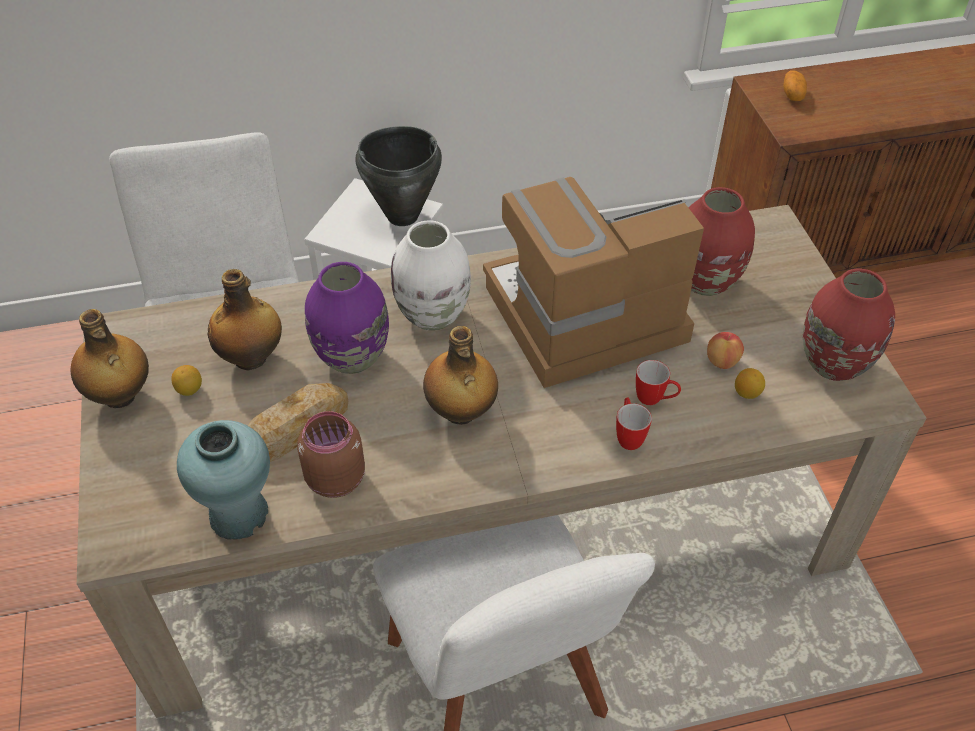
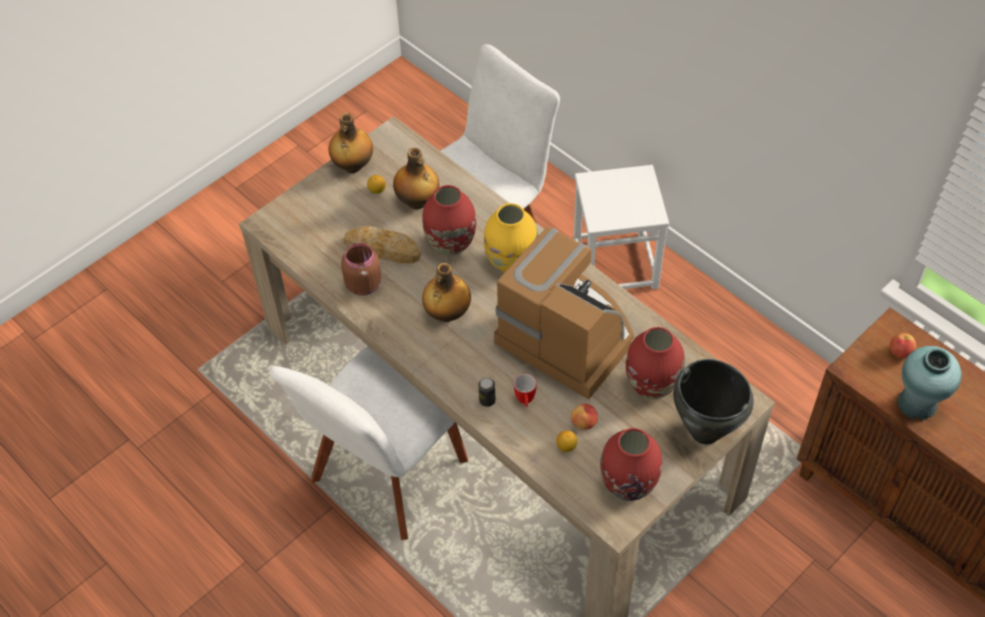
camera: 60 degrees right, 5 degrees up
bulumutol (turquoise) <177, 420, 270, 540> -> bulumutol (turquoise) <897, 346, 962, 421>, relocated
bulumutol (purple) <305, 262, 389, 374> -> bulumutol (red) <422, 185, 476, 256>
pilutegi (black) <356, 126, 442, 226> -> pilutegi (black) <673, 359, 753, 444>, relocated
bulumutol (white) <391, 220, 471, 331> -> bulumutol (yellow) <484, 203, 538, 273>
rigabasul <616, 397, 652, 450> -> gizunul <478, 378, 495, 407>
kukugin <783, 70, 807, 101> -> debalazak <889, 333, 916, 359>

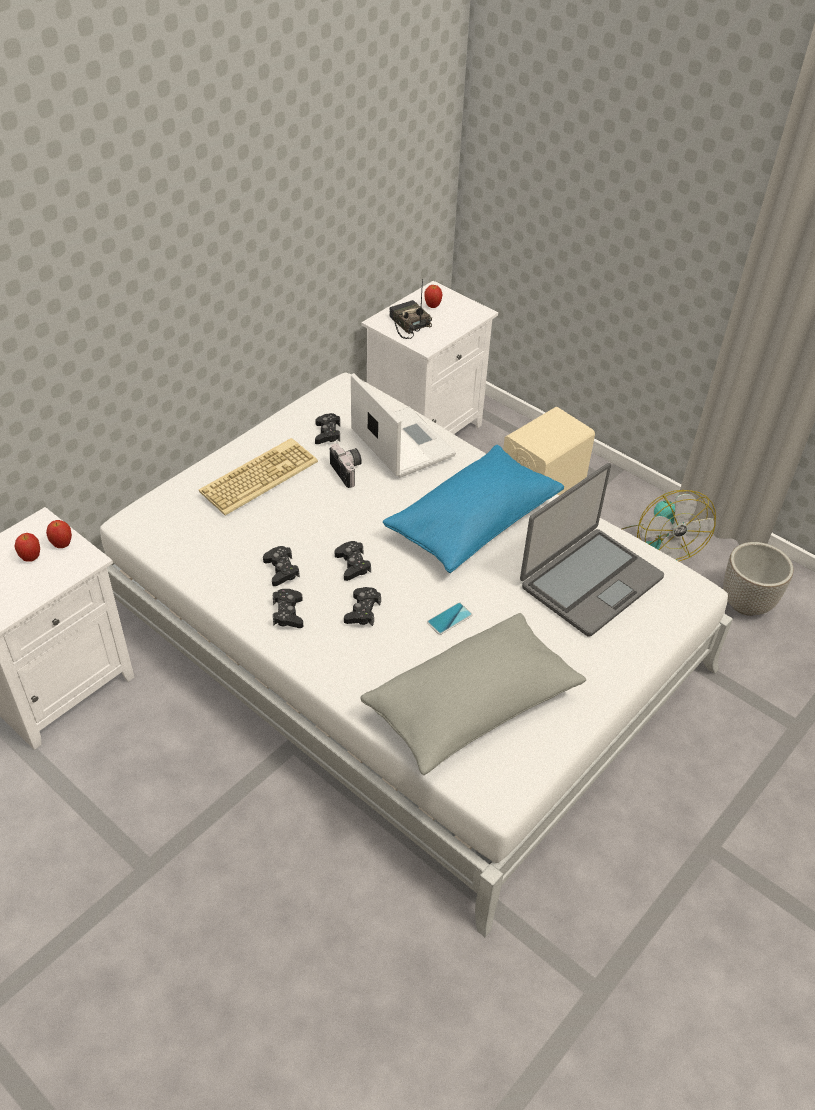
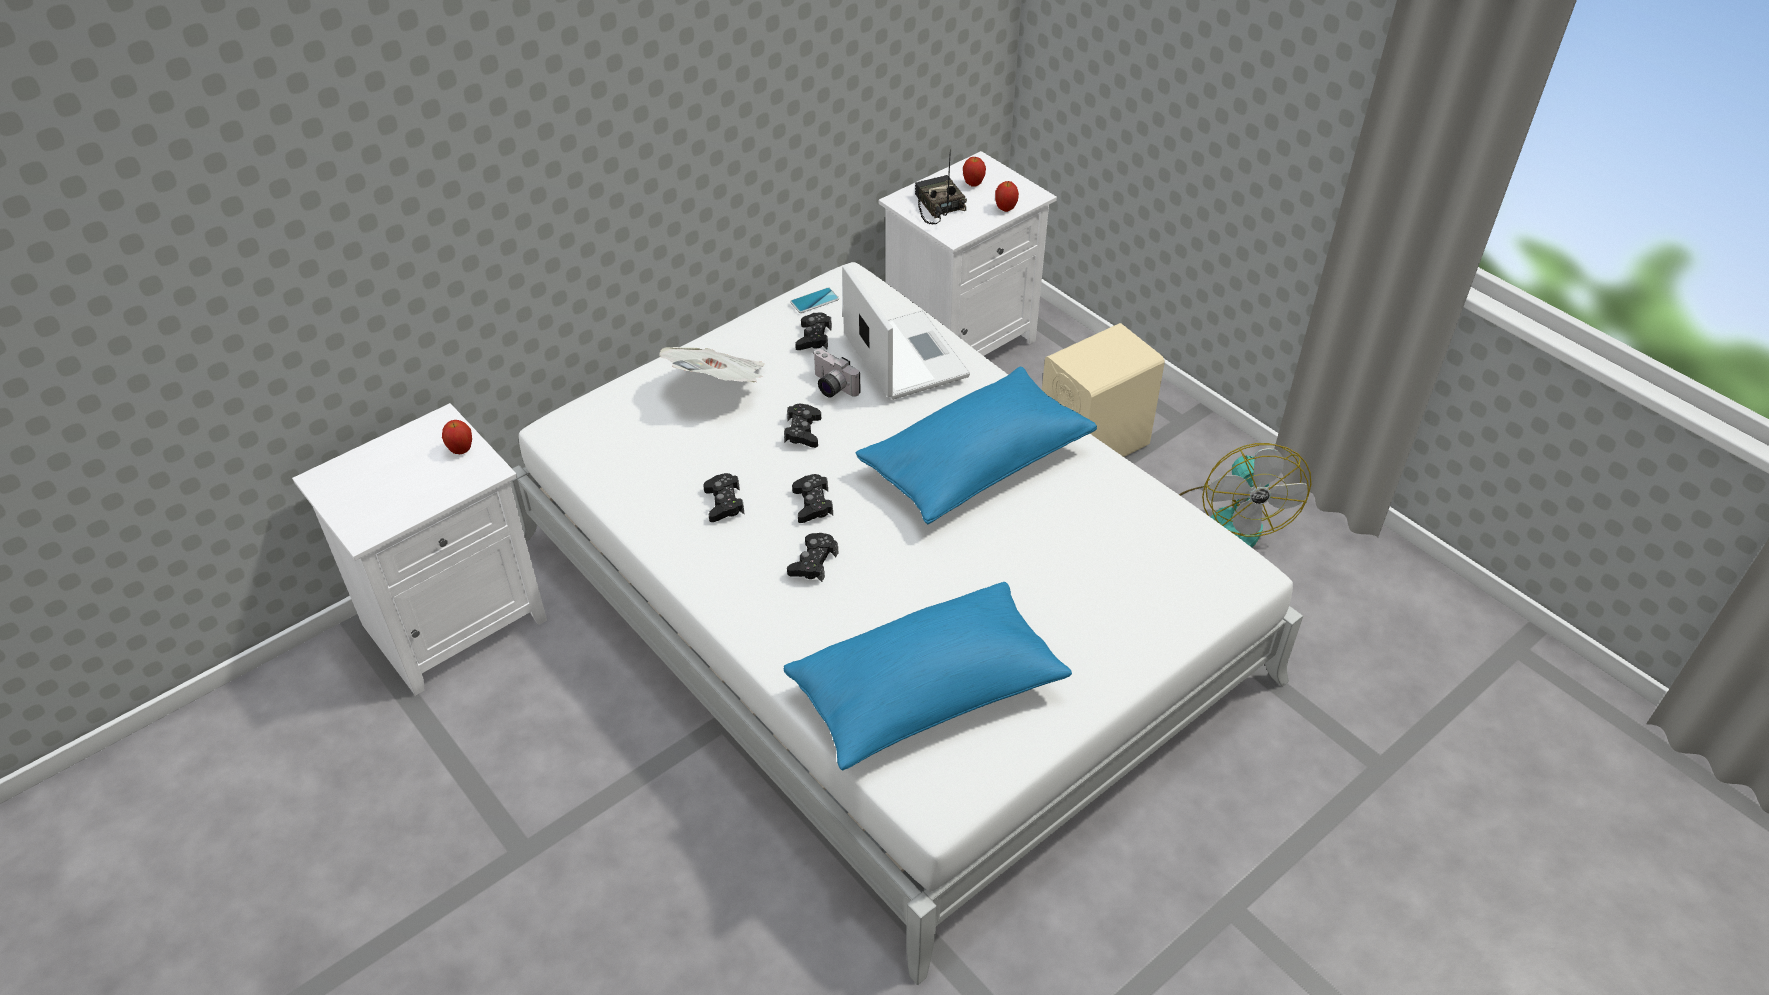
camera: 10 degrees right, 0 degrees up
debalazak <14, 533, 40, 562> -> debalazak <995, 181, 1019, 212>, relocated
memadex <199, 438, 318, 515> -> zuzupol <659, 347, 765, 383>
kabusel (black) <273, 589, 303, 628> -> kabusel (black) <784, 404, 821, 448>, relocated
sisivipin <330, 444, 362, 488> -> sisivipin <813, 349, 860, 398>, 150 degrees clockwise
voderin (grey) <360, 613, 586, 775> -> voderin (blue) <784, 582, 1072, 770>
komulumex <427, 603, 473, 635> -> komulumex <790, 287, 839, 313>, relocated
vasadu <520, 463, 664, 637> -> none
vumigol <723, 542, 794, 616> -> none

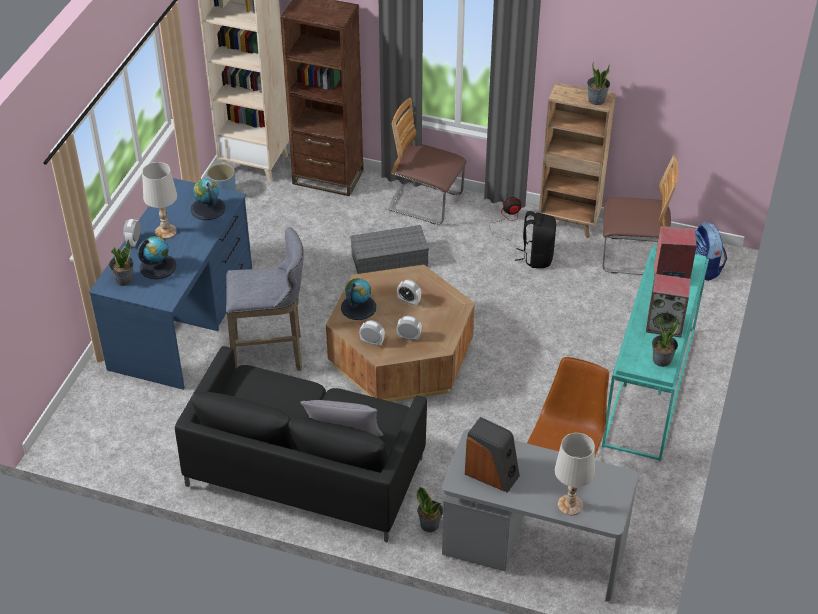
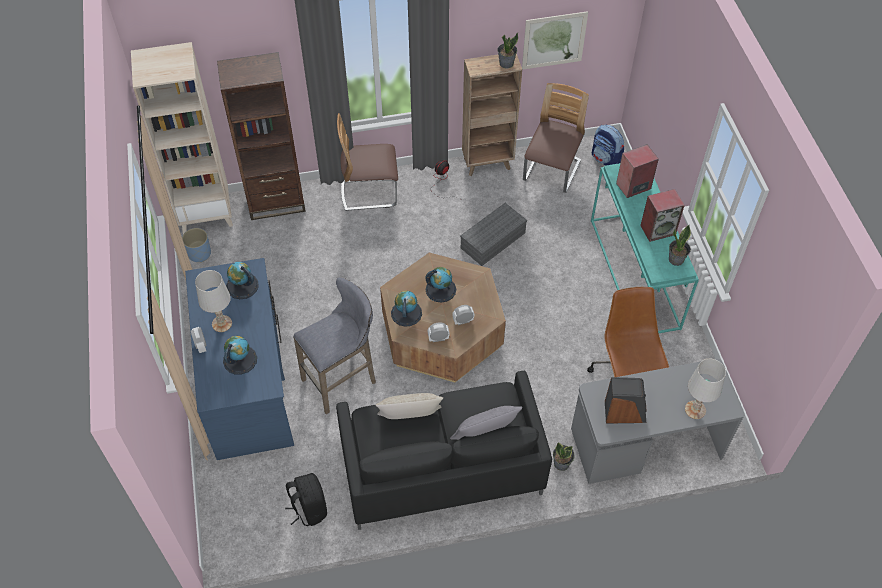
camera: 30 degrees left, 10 degrees up
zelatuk <109, 240, 134, 286> -> none
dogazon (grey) <350, 225, 429, 274> -> dogazon (grey) <460, 203, 527, 266>, relocated
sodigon <397, 279, 421, 306> -> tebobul <425, 267, 456, 303>
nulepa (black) <515, 211, 556, 268> -> nulepa (black) <285, 473, 327, 526>, relocated
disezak <603, 155, 678, 275> -> disezak <523, 83, 589, 193>, 45 degrees counterclockwise
none -> voderin (beige) <376, 393, 443, 419>
none -> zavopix <522, 11, 588, 70>

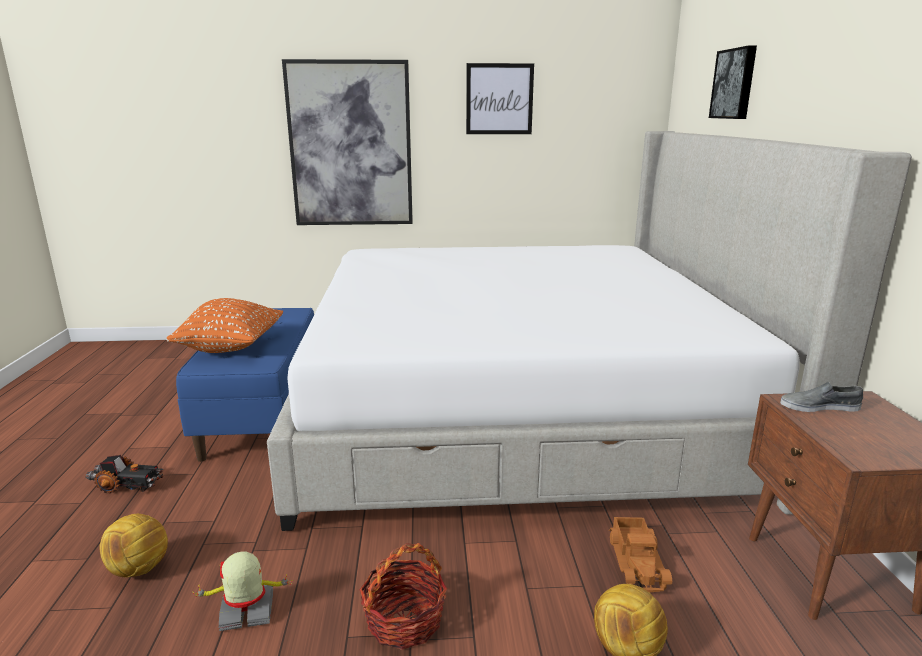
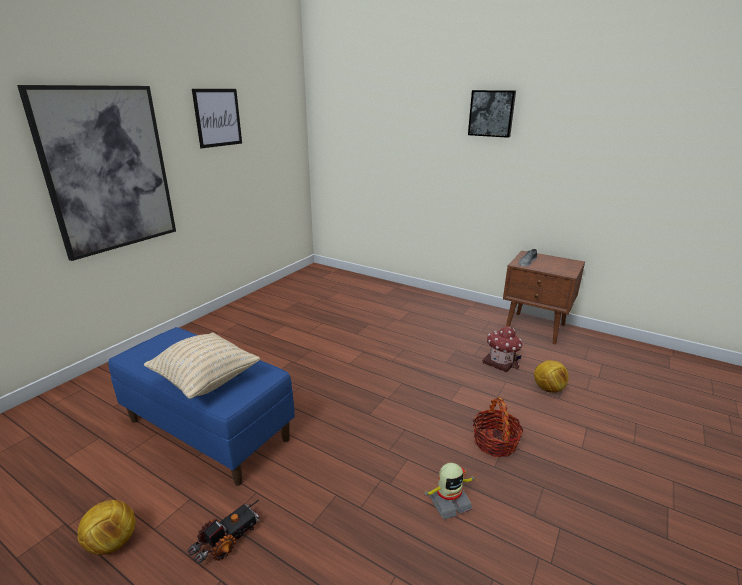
camera: 55 degrees left, 5 degrees up
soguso <99, 514, 168, 578> -> soguso <78, 500, 136, 555>, relocated
voderin (orange) <167, 298, 283, 353> -> voderin (beige) <144, 332, 260, 399>
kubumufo <192, 552, 292, 631> -> kubumufo <421, 463, 477, 520>, 135 degrees counterclockwise
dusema <267, 131, 912, 531> -> none
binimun <609, 517, 672, 592> -> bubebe <482, 326, 523, 372>
zavopix <709, 45, 757, 119> -> zavopix <468, 90, 516, 138>, relocated

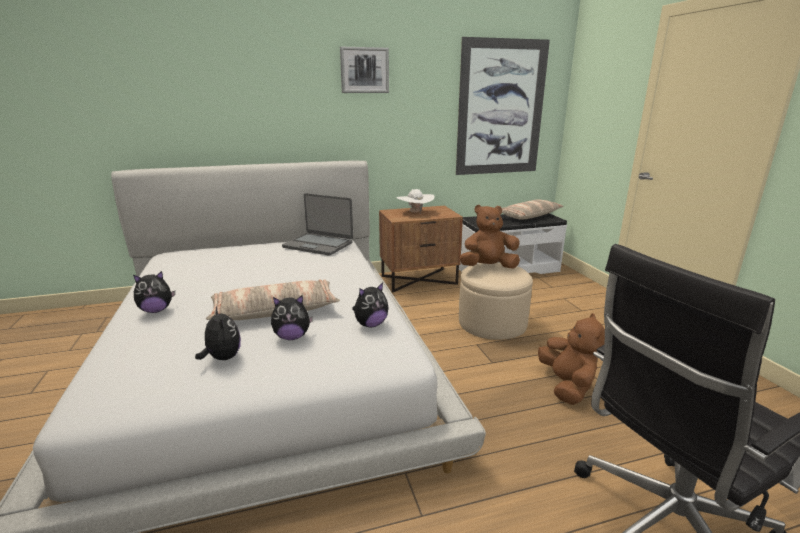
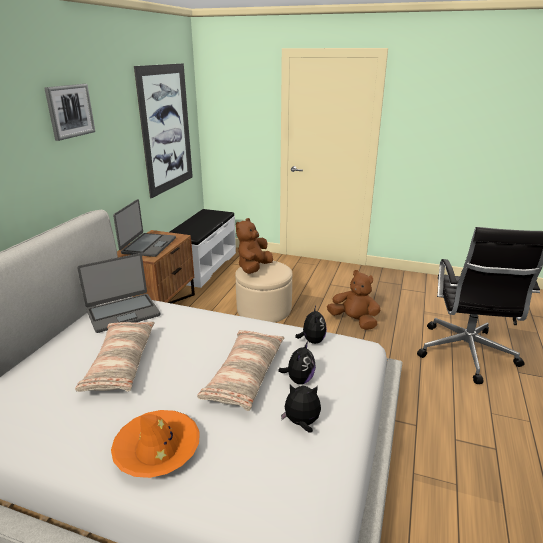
camera: 55 degrees left, 5 degrees up
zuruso <133, 271, 175, 313> -> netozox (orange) <111, 410, 200, 478>
netozox (white) <397, 189, 434, 213> -> vasadu <113, 199, 176, 257>
voderin <502, 200, 564, 220> -> voderin <75, 322, 155, 392>, relocated

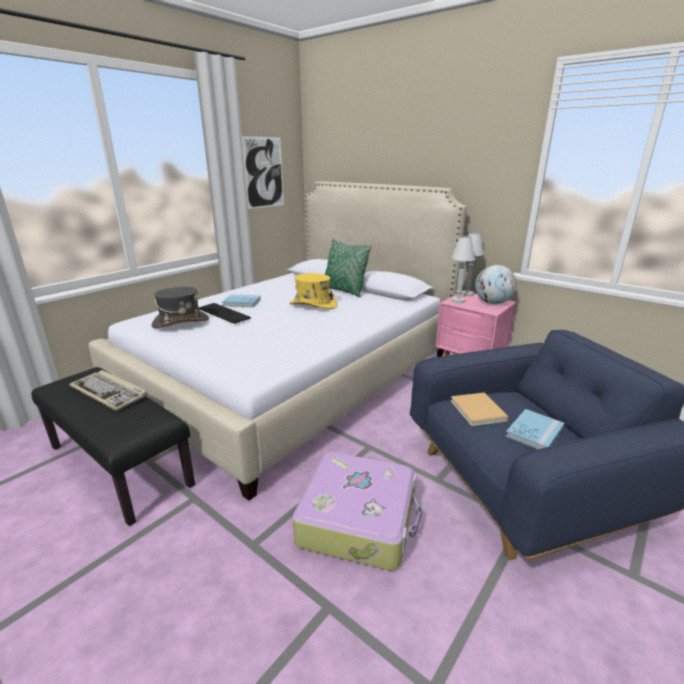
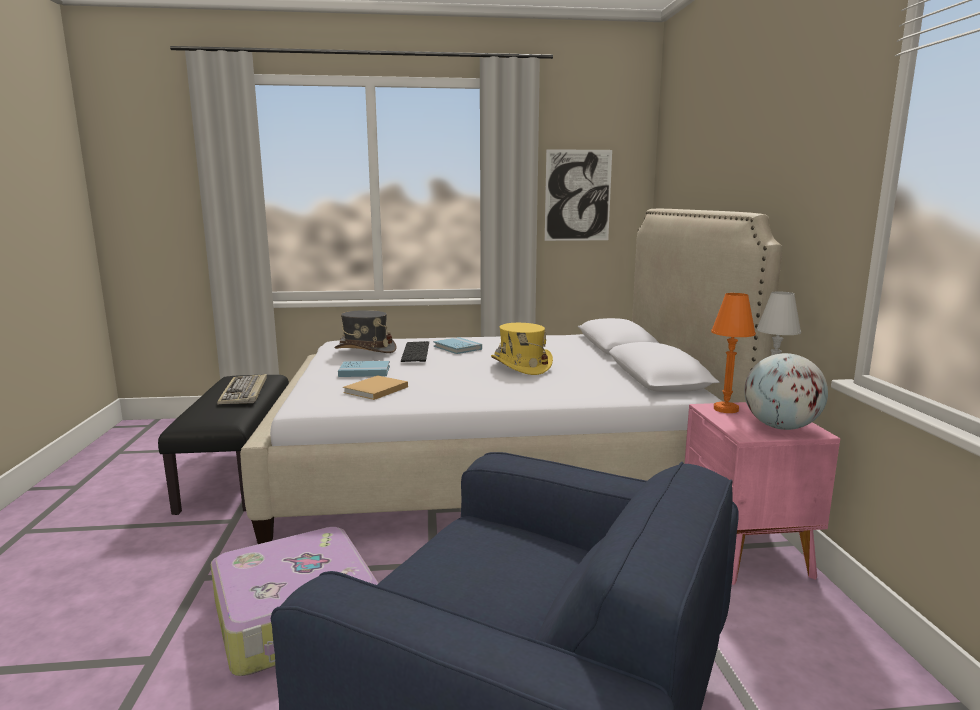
camera: 45 degrees right, 10 degrees down
voderin (green) <325, 238, 372, 297> -> none
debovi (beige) <450, 393, 509, 426> -> debovi (beige) <343, 375, 408, 400>, relocated
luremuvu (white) <451, 236, 475, 303> -> luremuvu (orange) <711, 293, 756, 413>
debovi (blue) <505, 409, 565, 449> -> debovi (blue) <338, 361, 390, 377>, relocated

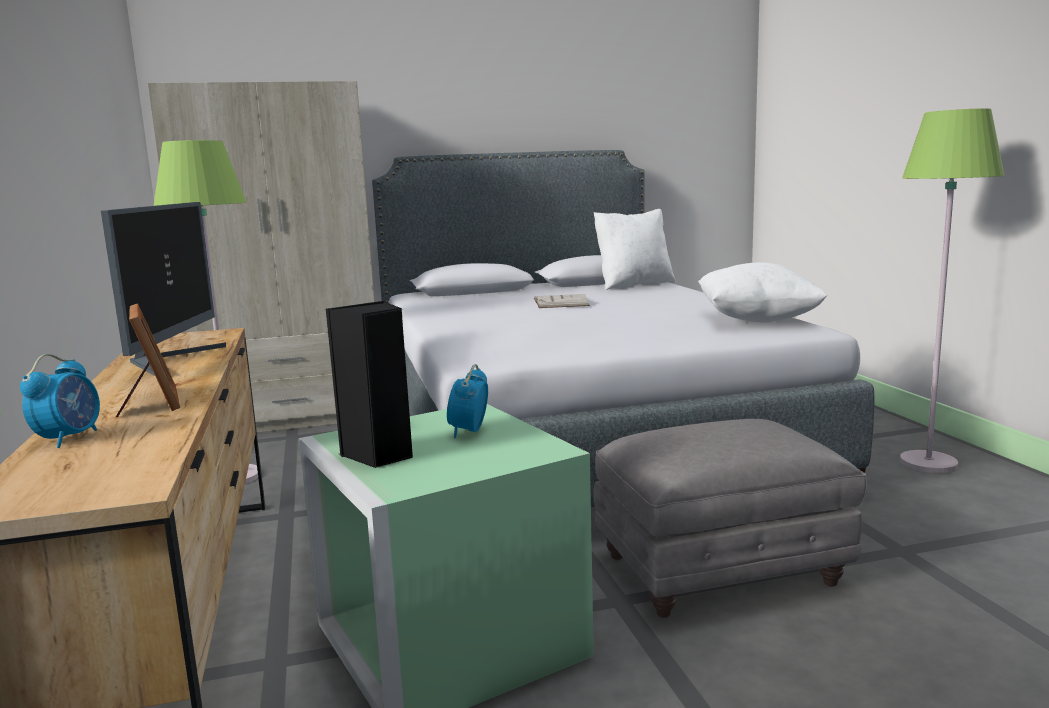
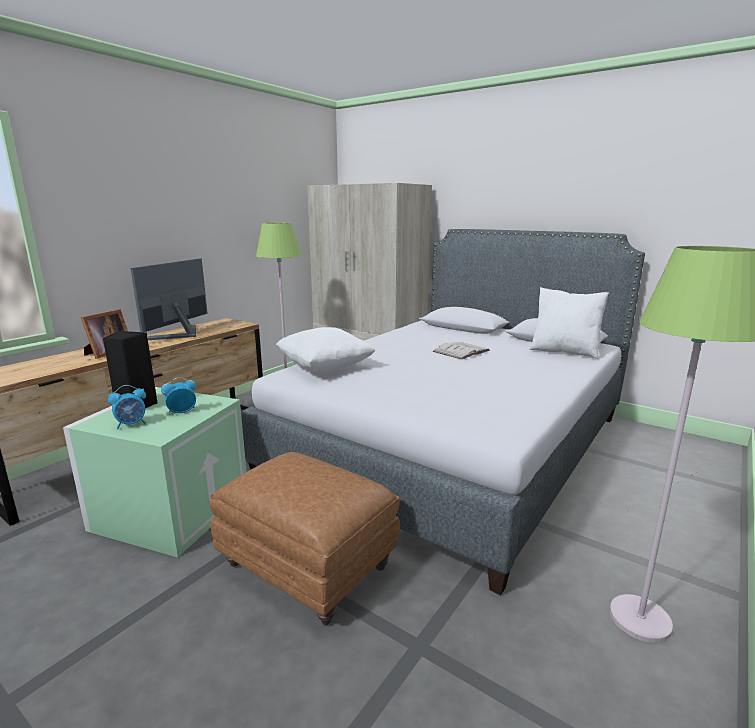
camera: 50 degrees right, 5 degrees up
sodigon <20, 354, 100, 448> -> sodigon <108, 385, 146, 429>, relocated
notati <101, 202, 226, 376> -> notati <131, 258, 207, 340>, 150 degrees clockwise
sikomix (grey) <593, 419, 867, 618> -> sikomix (brown) <210, 452, 400, 625>
voderin (white) <698, 262, 827, 322> -> voderin (white) <276, 327, 375, 371>, relocated

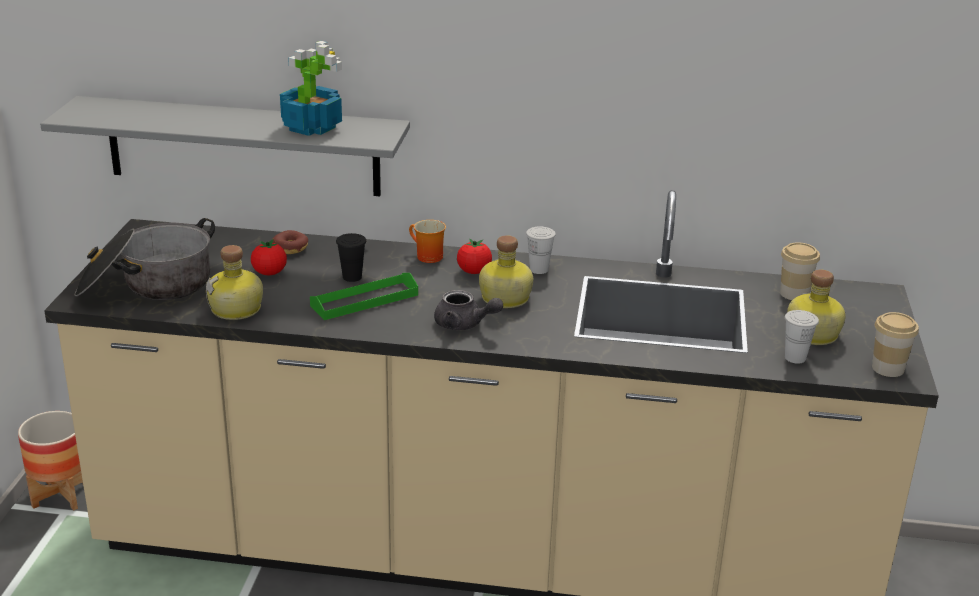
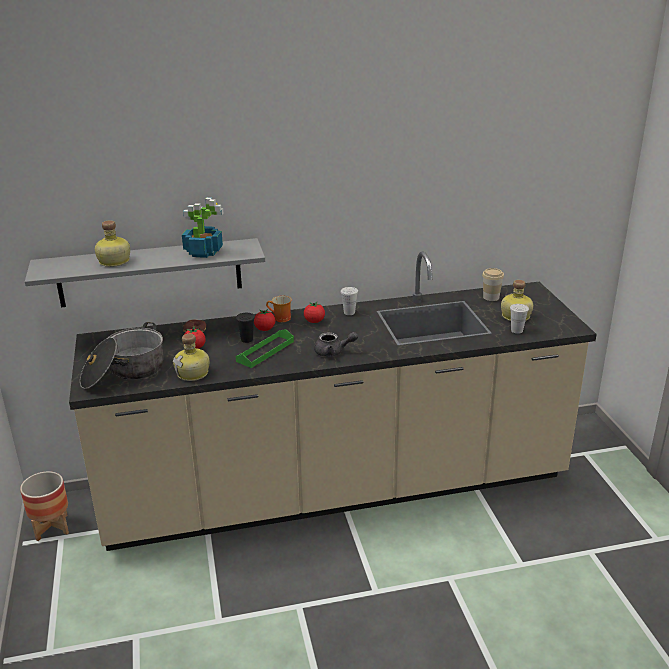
camera: 20 degrees left, 0 degrees up
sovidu <479, 235, 533, 308> -> sovidu <95, 220, 130, 267>, relocated
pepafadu <872, 312, 919, 377> -> none
none -> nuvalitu <254, 309, 275, 331>

